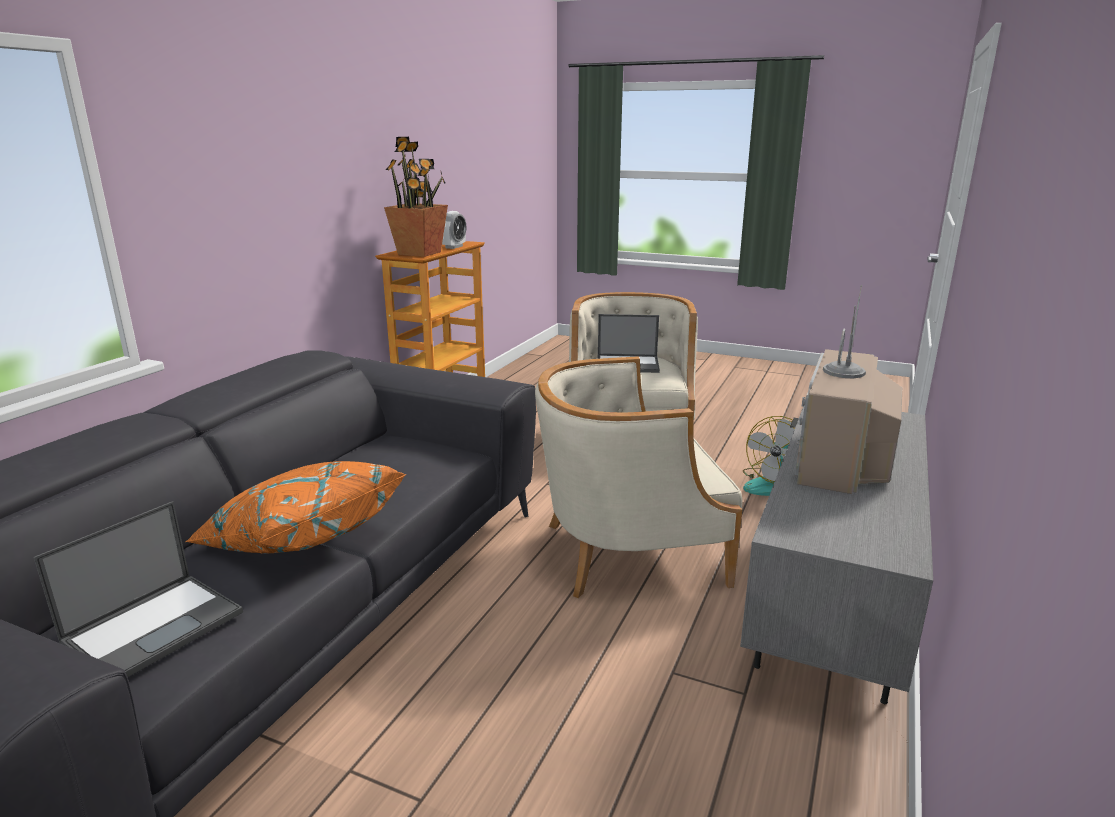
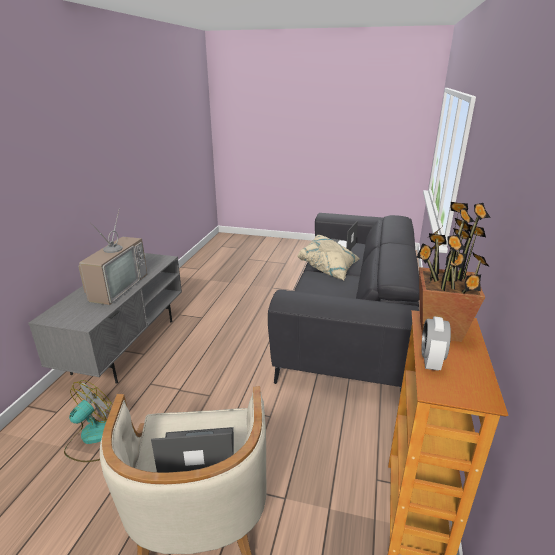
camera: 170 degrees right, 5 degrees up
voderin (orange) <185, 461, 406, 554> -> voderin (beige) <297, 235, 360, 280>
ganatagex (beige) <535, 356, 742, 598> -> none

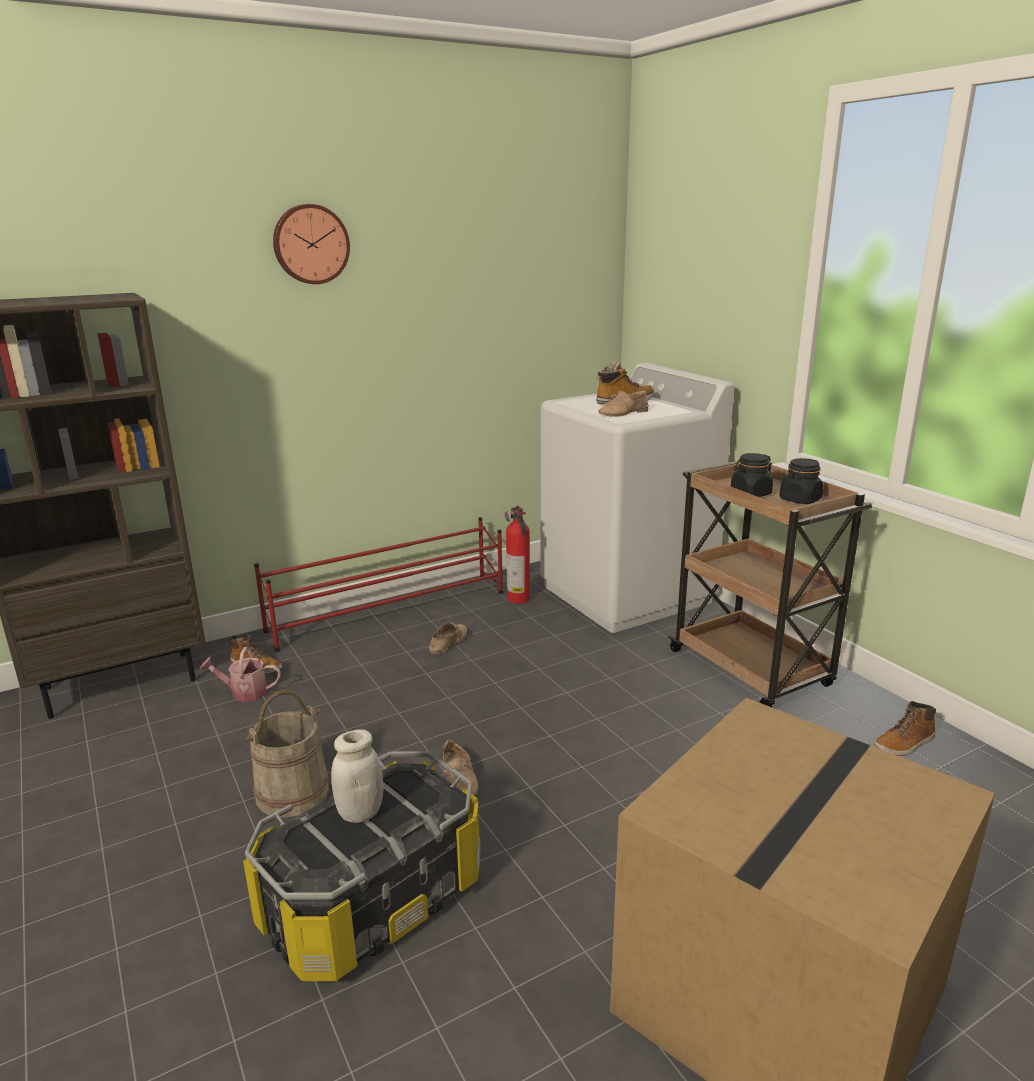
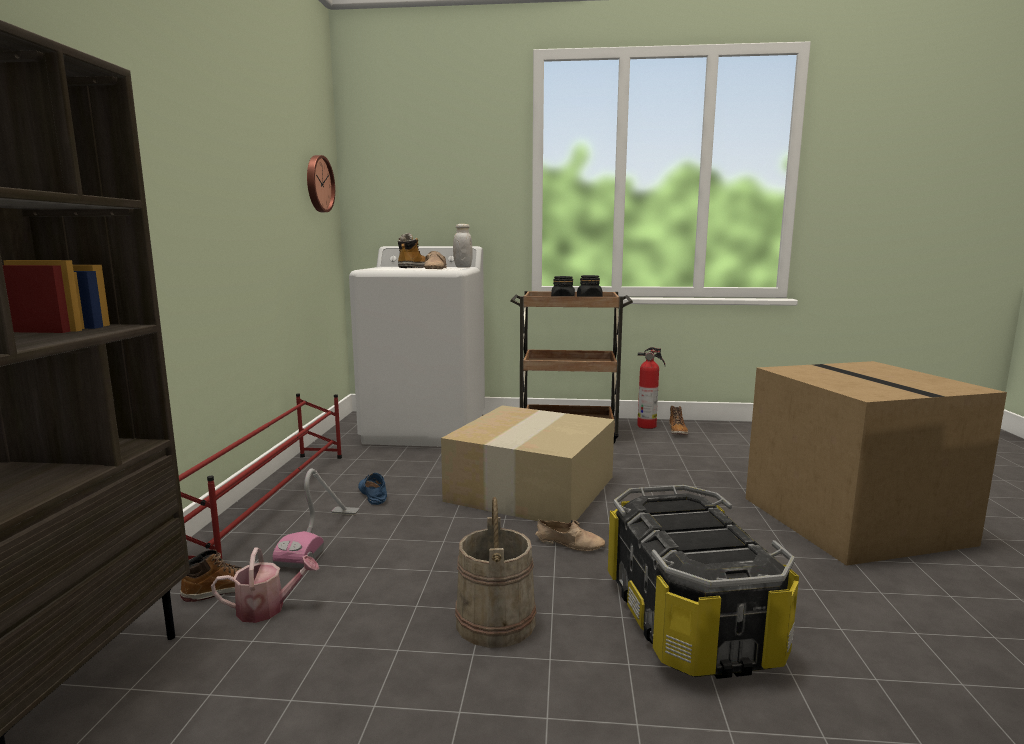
camera: 55 degrees left, 10 degrees down
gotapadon <200, 647, 281, 702> -> gotapadon <211, 547, 319, 623>, 135 degrees counterclockwise
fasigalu <273, 204, 350, 284> -> fasigalu <307, 155, 335, 212>, relocated
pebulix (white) <331, 729, 384, 823> -> pebulix (white) <453, 224, 473, 268>, relocated
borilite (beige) <429, 622, 467, 654> -> borilite (blue) <358, 473, 387, 505>
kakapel <505, 506, 530, 604> -> kakapel <637, 347, 665, 429>, relocated
none -> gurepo <273, 469, 360, 568>
none -> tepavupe <441, 405, 615, 523>

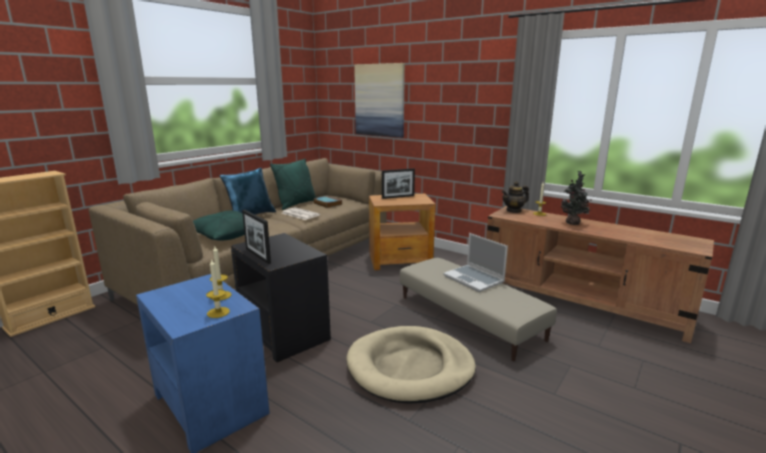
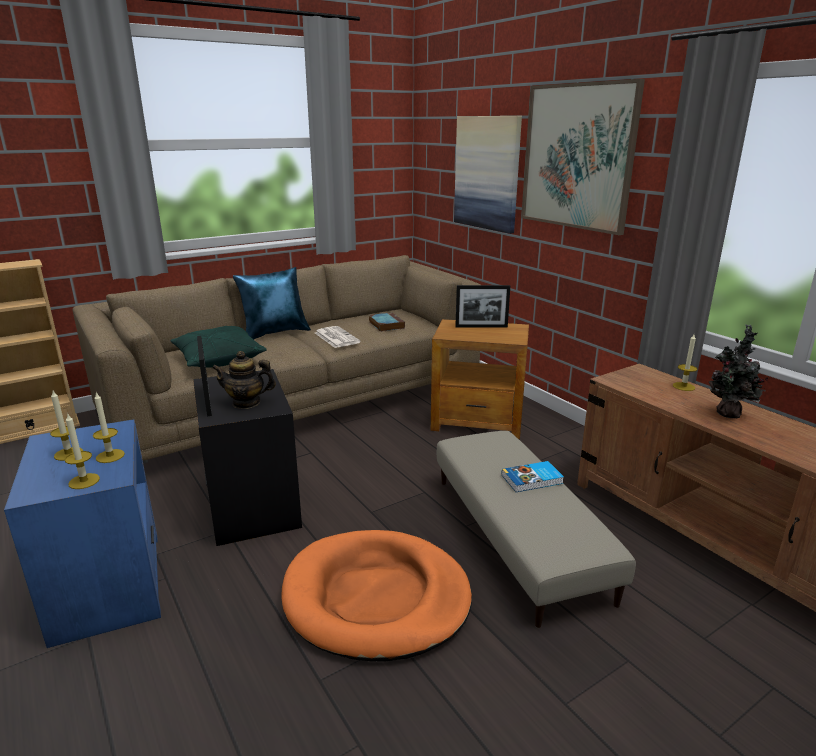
camera: 20 degrees right, 5 degrees up
voderin (green) <270, 159, 317, 210> -> none
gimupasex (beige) <346, 326, 476, 404> -> gimupasex (orange) <281, 530, 472, 662>
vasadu <443, 233, 508, 292> -> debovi <502, 461, 564, 492>
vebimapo <502, 181, 529, 213> -> vebimapo <212, 351, 276, 409>, relocated
none -> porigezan <50, 391, 83, 461>
none -> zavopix <521, 79, 645, 235>

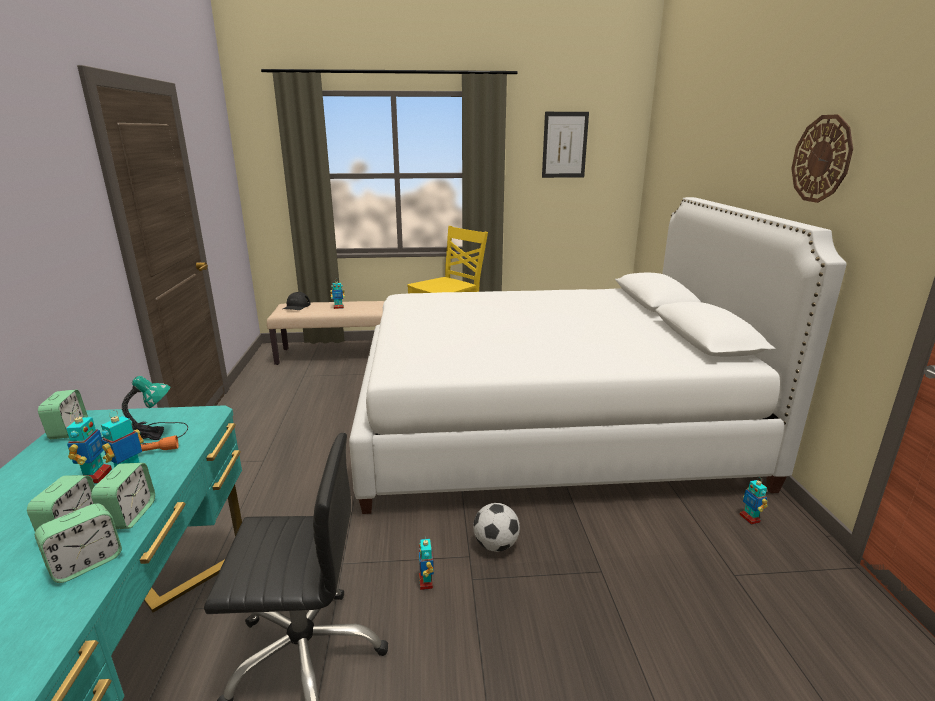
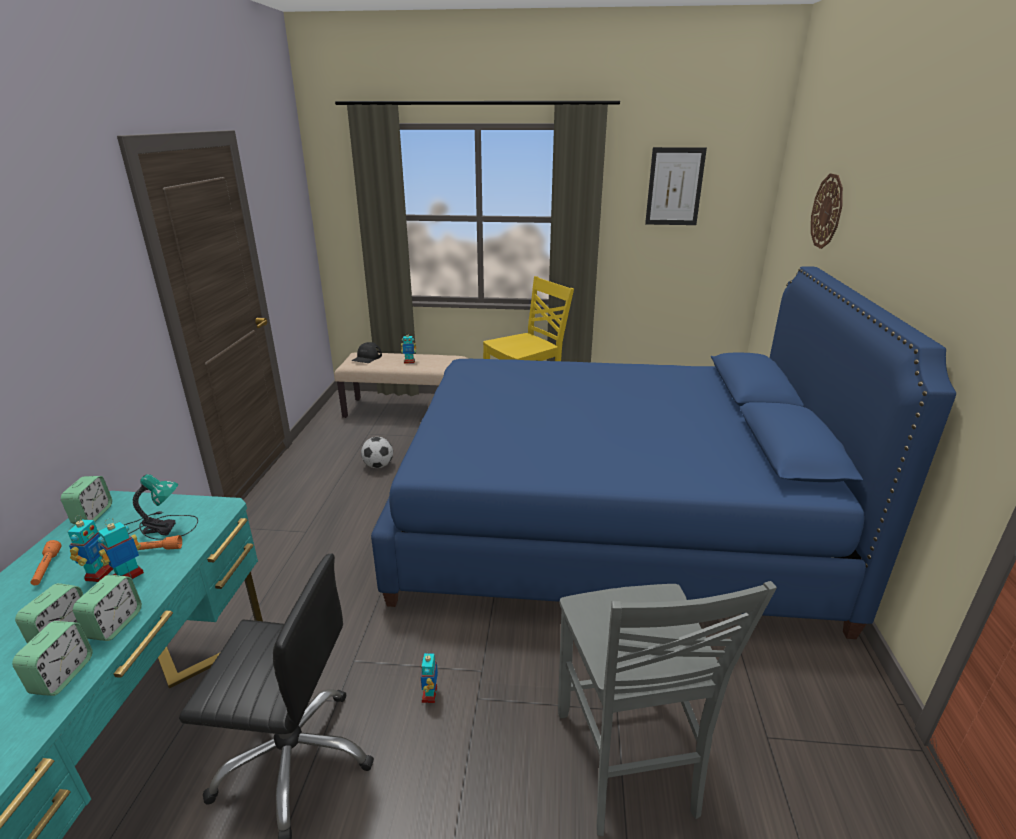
camera: 10 degrees right, 5 degrees up
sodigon <35, 503, 122, 583> -> sodigon <12, 621, 93, 696>, 45 degrees counterclockwise
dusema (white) <349, 197, 847, 514> -> dusema (blue) <371, 266, 956, 639>
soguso <473, 503, 520, 552> -> soguso <361, 437, 393, 468>, relocated
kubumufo <739, 479, 768, 525> -> none
fasigalu <791, 114, 853, 203> -> fasigalu <811, 173, 843, 249>, relocated
none -> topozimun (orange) <31, 540, 61, 585>
none -> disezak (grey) <558, 581, 777, 836>

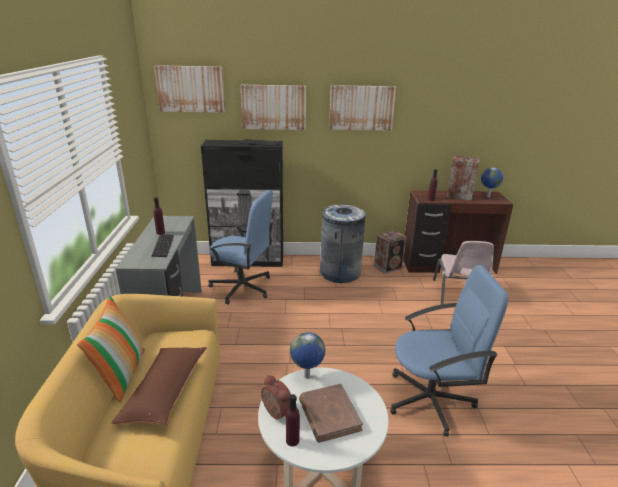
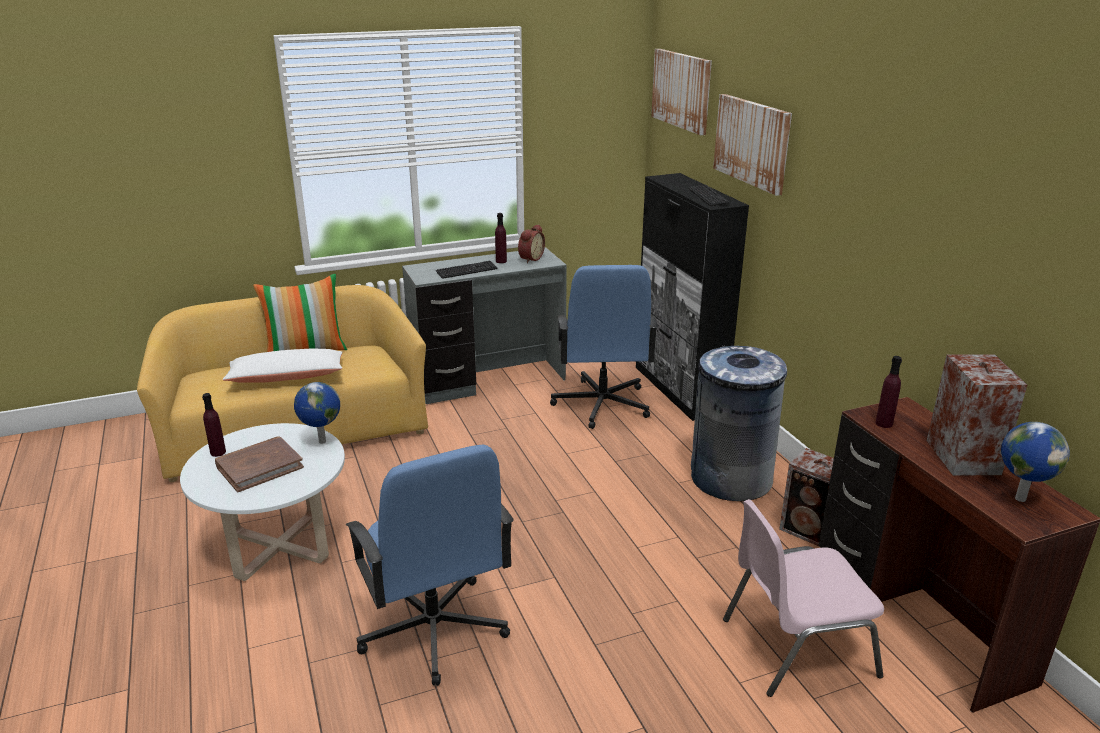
camera: 70 degrees right, 0 degrees up
voderin (brown) <111, 347, 207, 425> -> voderin (white) <222, 349, 342, 383>
sodigon <261, 375, 291, 420> -> sodigon <518, 224, 545, 263>, relocated
zavopix <329, 85, 396, 131> -> none

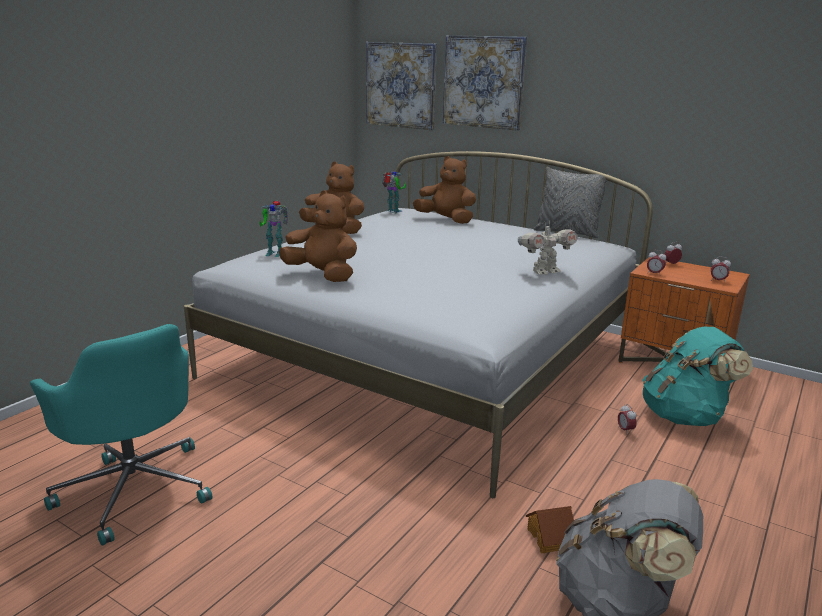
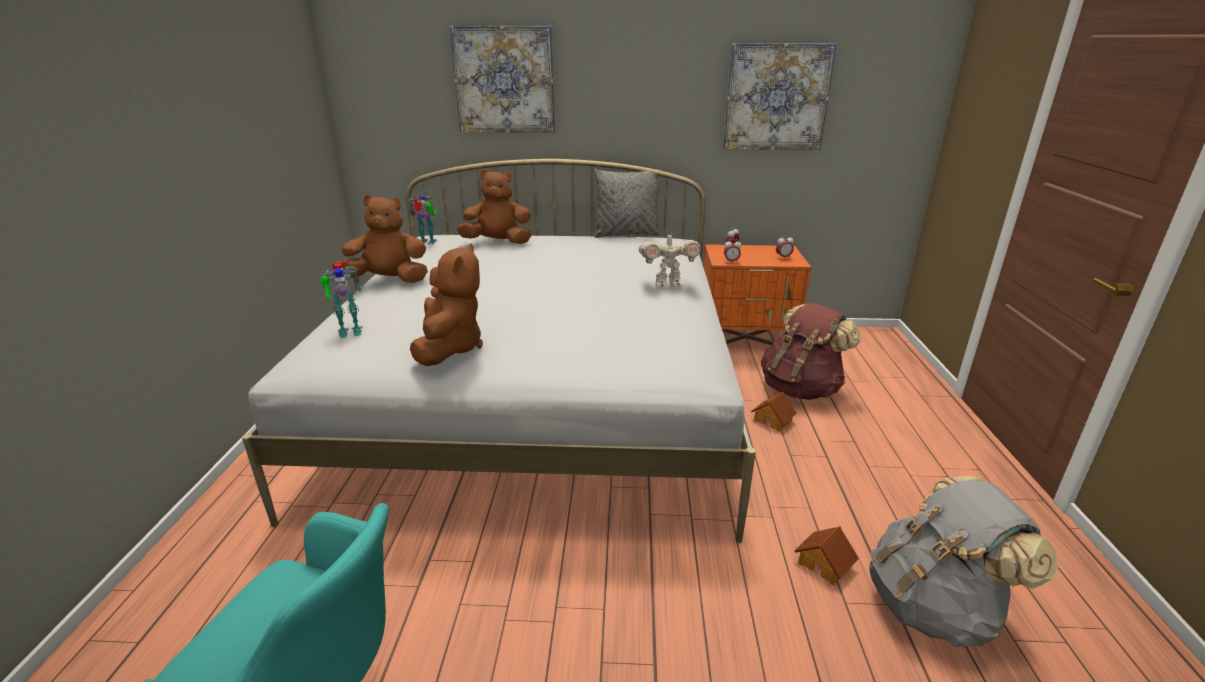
camera: 30 degrees left, 5 degrees up
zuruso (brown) <279, 190, 357, 282> -> zuruso (brown) <410, 243, 483, 366>, 90 degrees clockwise
zavopix <366, 42, 437, 130> -> zavopix <723, 43, 837, 150>, relocated
kubumufo <518, 221, 578, 275> -> kubumufo <639, 230, 701, 287>, 45 degrees clockwise
sodigon <618, 404, 637, 435> -> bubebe <751, 392, 797, 431>
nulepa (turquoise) <642, 326, 753, 426> -> nulepa (brown) <761, 303, 861, 400>

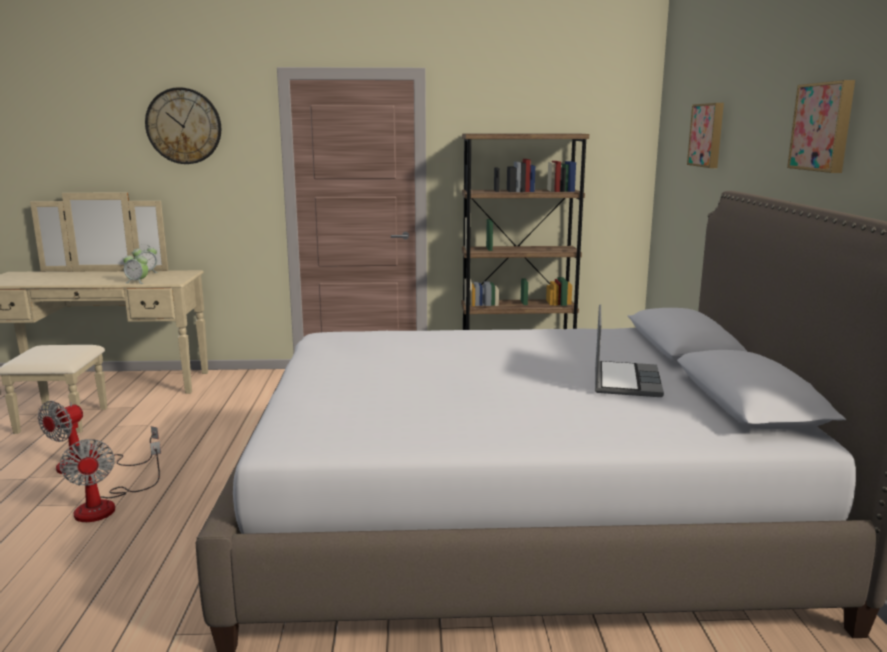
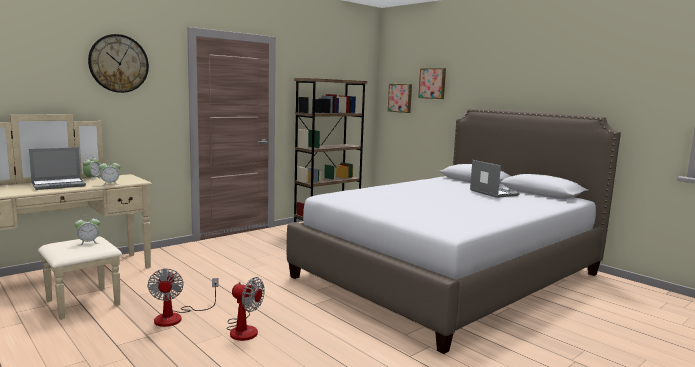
camera: 40 degrees left, 5 degrees down
zavopix <787, 80, 855, 173> -> zavopix <388, 84, 412, 113>, relocated
none -> vasadu <29, 147, 86, 190>
none -> sodigon <74, 215, 100, 246>

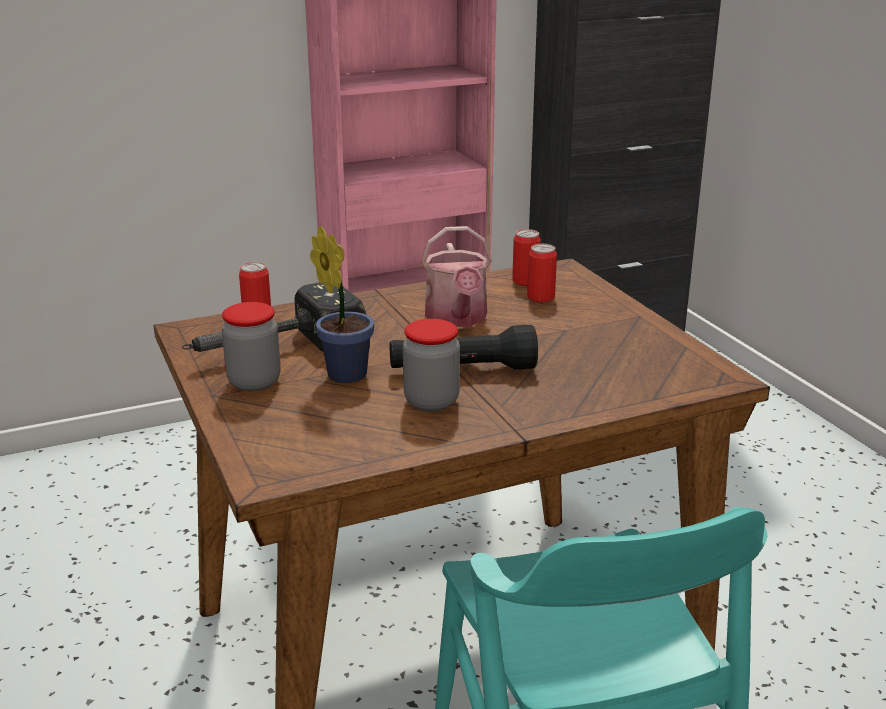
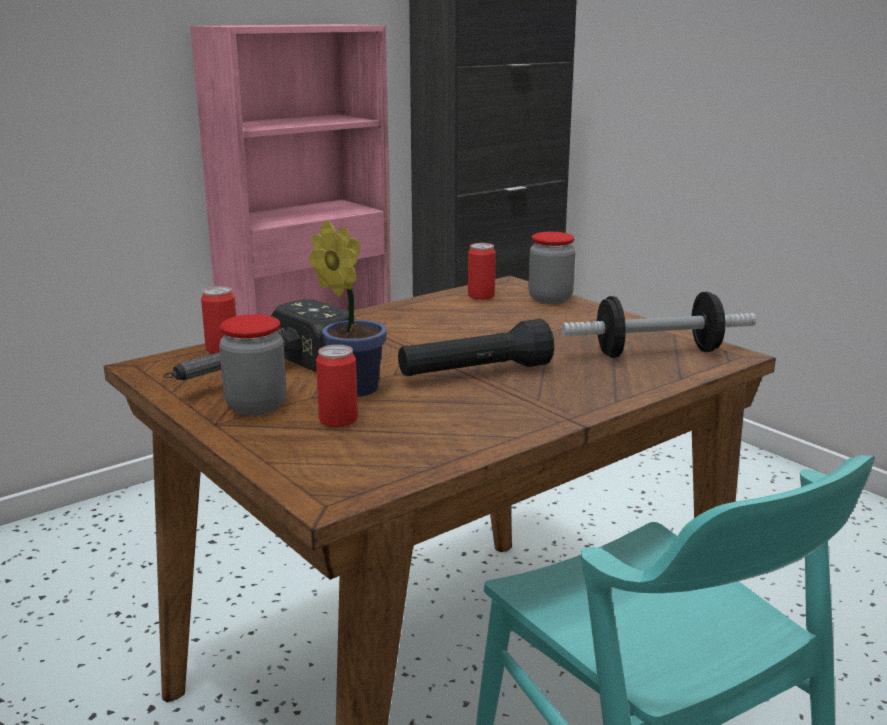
camera: 15 degrees left, 5 degrees down
pebulix <403, 319, 460, 412> -> pebulix <528, 232, 576, 304>, relocated
gotapadon <421, 226, 492, 327> -> none
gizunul <527, 244, 557, 302> -> gizunul <316, 345, 358, 427>, relocated
none -> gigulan <562, 292, 756, 358>

